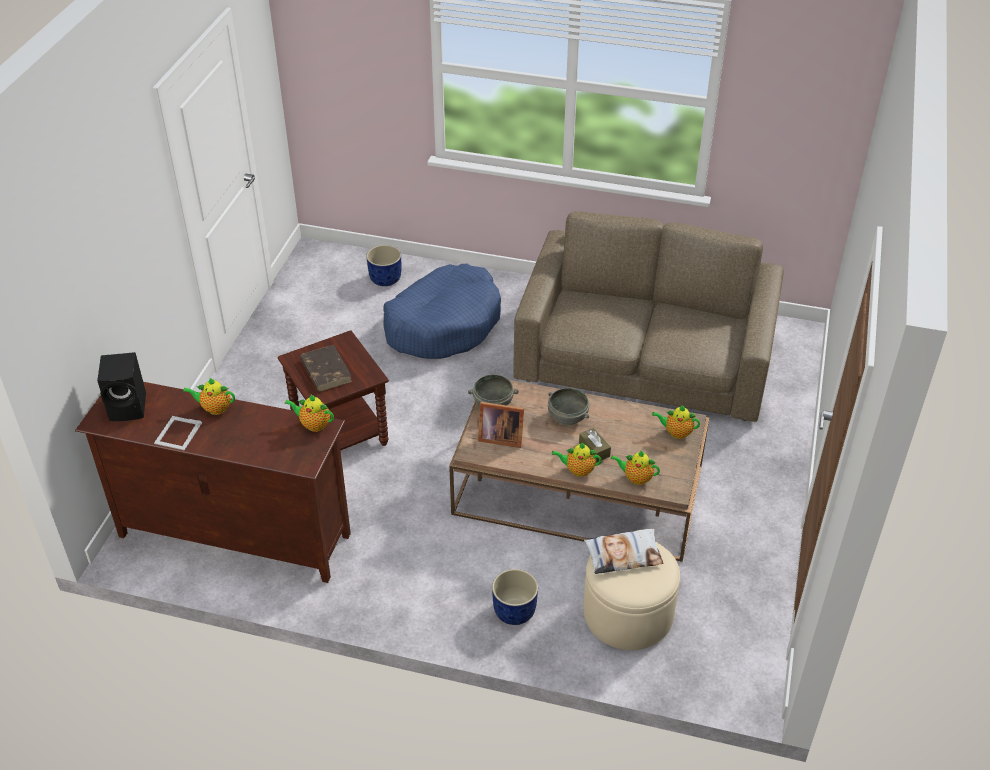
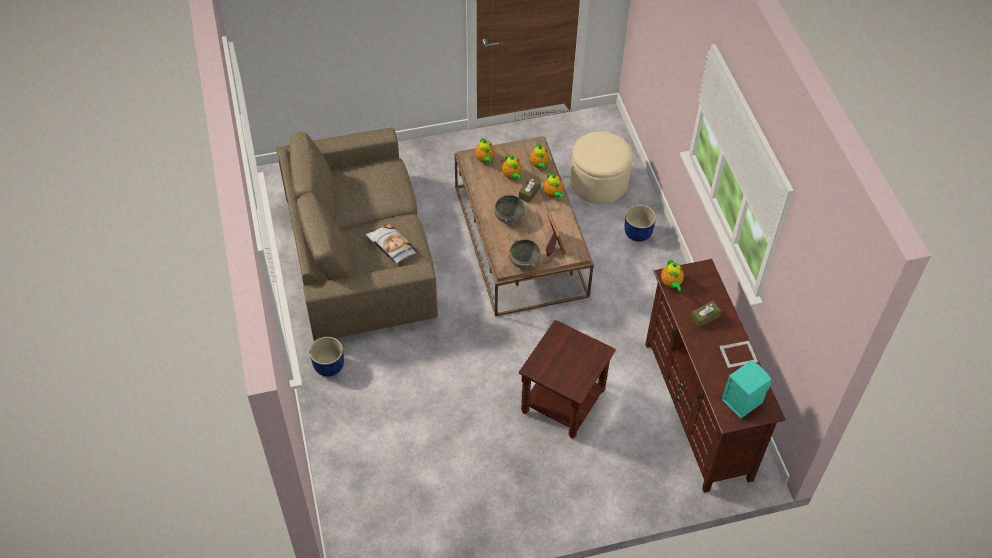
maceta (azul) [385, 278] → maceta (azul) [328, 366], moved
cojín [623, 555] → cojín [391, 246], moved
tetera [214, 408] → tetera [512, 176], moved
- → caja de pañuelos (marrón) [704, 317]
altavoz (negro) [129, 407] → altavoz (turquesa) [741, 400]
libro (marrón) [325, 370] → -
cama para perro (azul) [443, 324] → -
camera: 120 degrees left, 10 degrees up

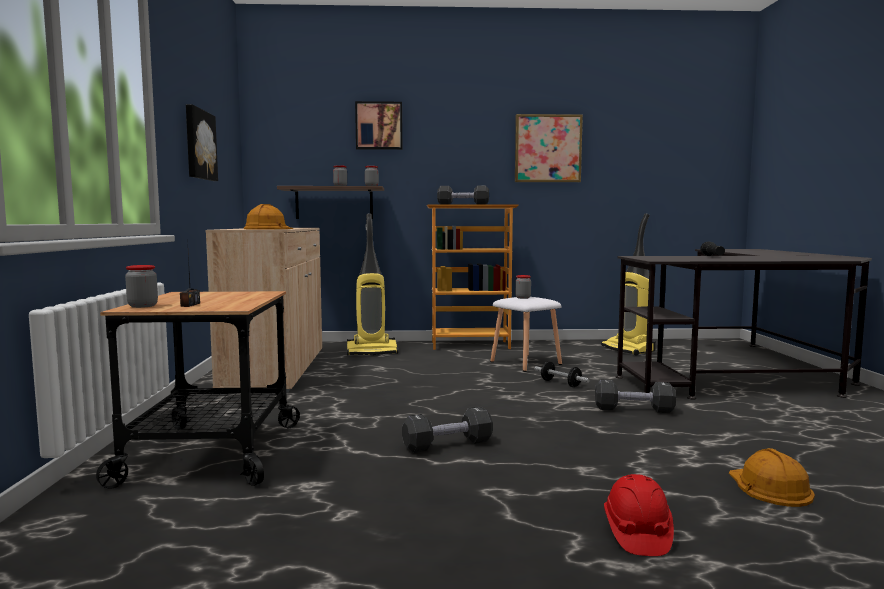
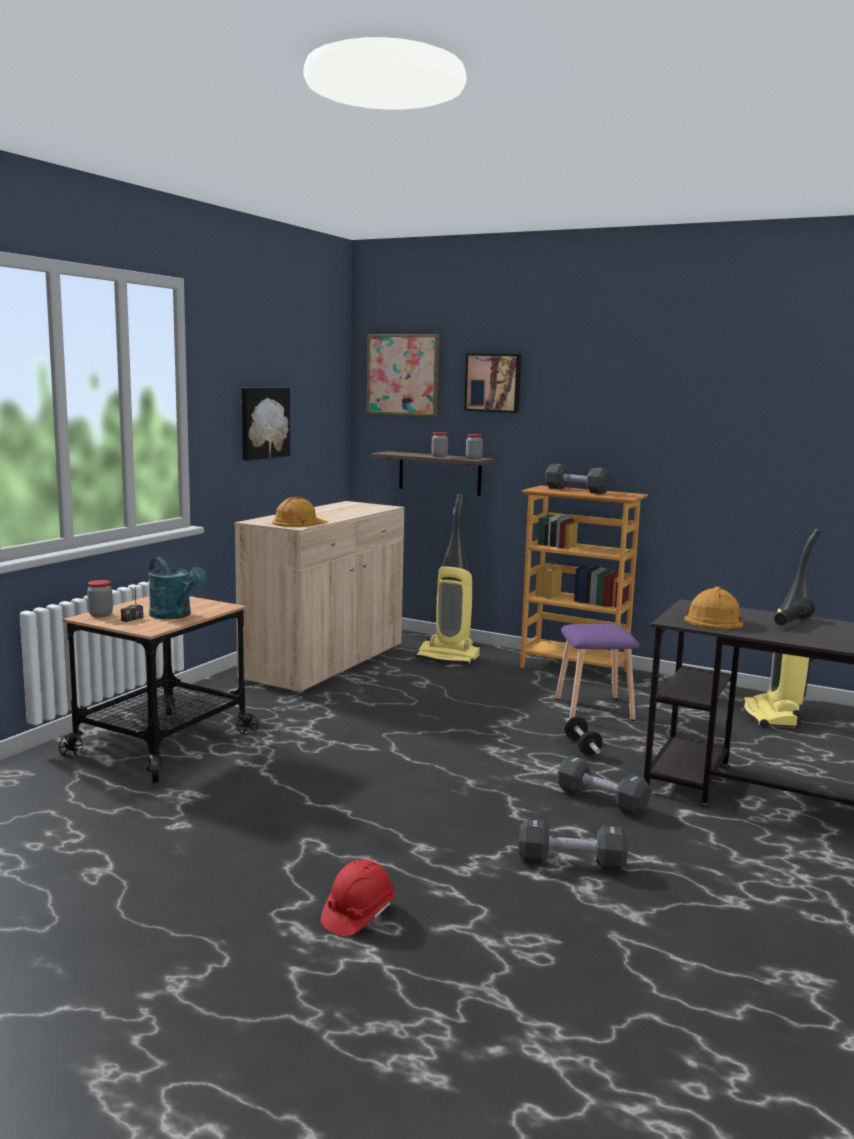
- → regadera (turquesa) [175, 615]
cuadro [547, 148] → cuadro [403, 375], moved
mancuerna (negro) [447, 445] → mancuerna (negro) [571, 862], moved
taburete (blanco) [524, 363] → taburete (morado) [593, 708]
casco (naranja) [769, 487] → casco (naranja) [714, 619], moved
tarro [523, 298] → -
camera: 30 degrees right, 5 degrees up

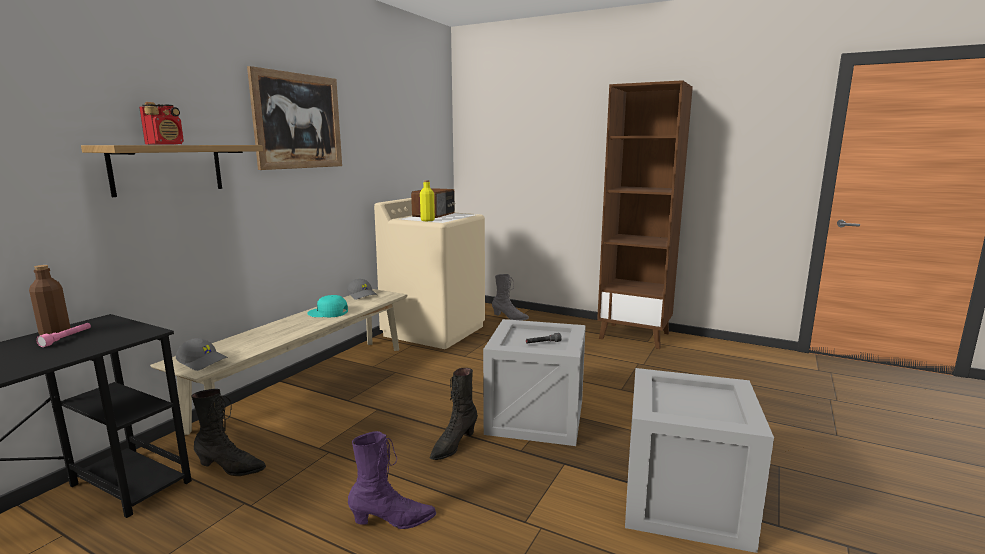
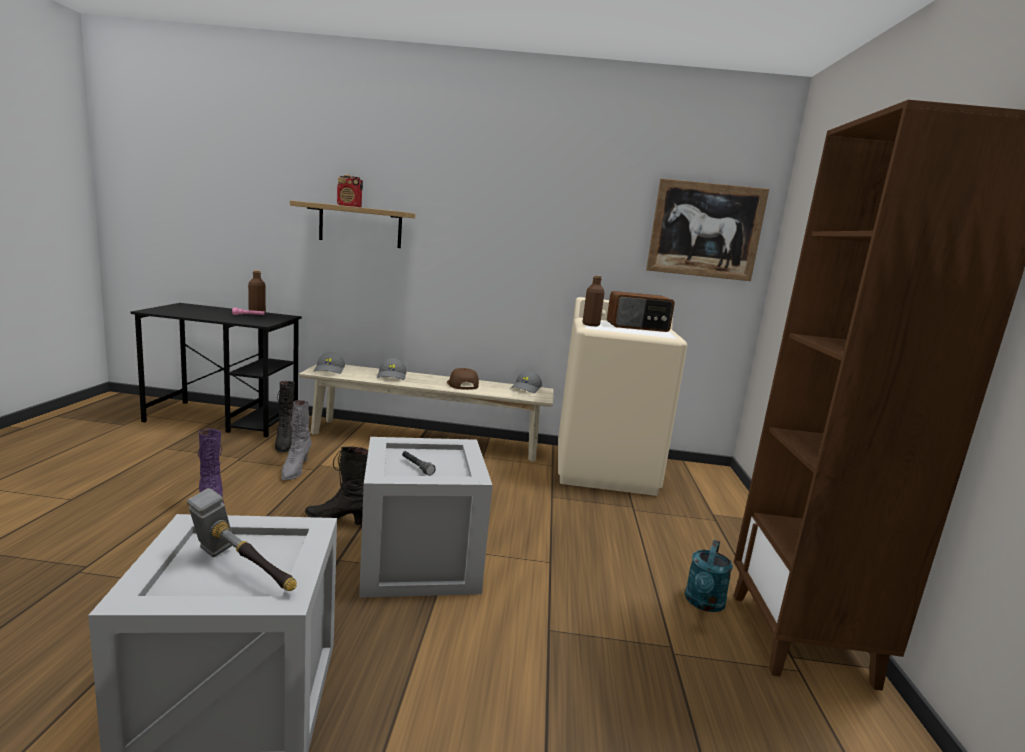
- → martillo [242, 573]
bota (gris) [510, 317] → bota (gris) [295, 470], moved
- → gorra (gris) [392, 376]
gorra (turquesa) [328, 313] → gorra (marrón) [461, 384]
botella (amarillo) [427, 220] → botella (marrón) [591, 325]
cuadro [298, 121] → cuadro [705, 230], moved
- → regadera (turquesa) [703, 603]
camera: 65 degrees right, 0 degrees up

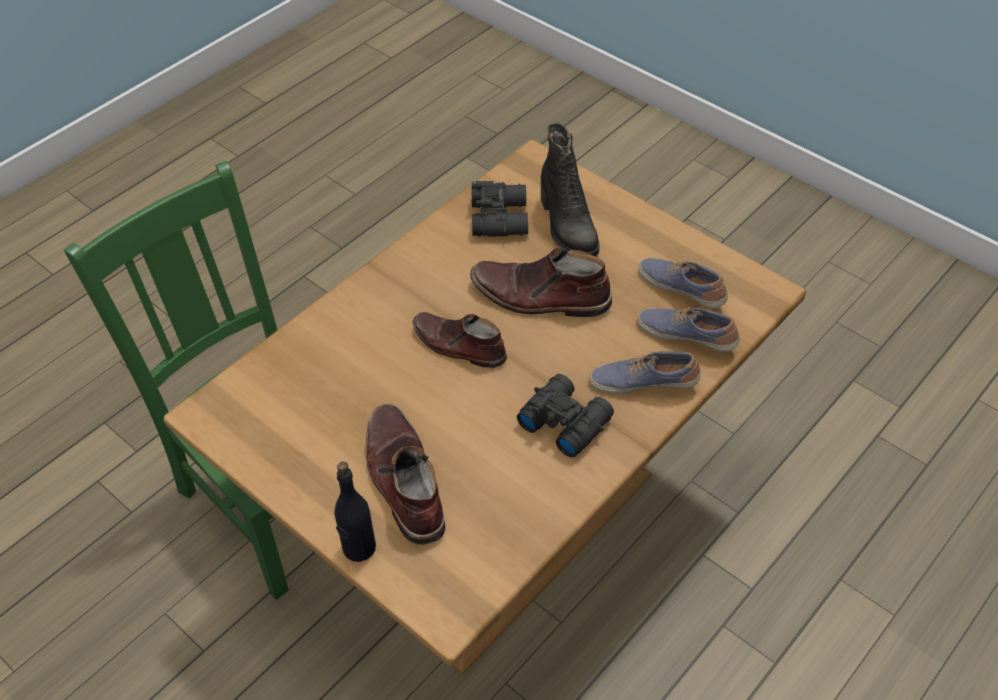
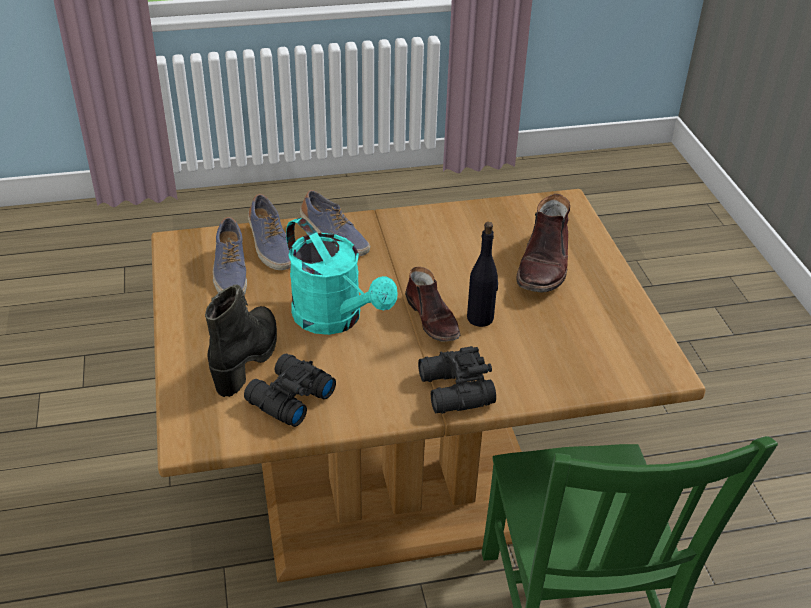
bota (marrón) [539, 297] → regadera (turquesa) [335, 319]
prismáticos (negro) [564, 420] → prismáticos (negro) [454, 391], moved
botella (negro) [358, 548] → botella (negro) [480, 318], moved
camera: 145 degrees left, 10 degrees down

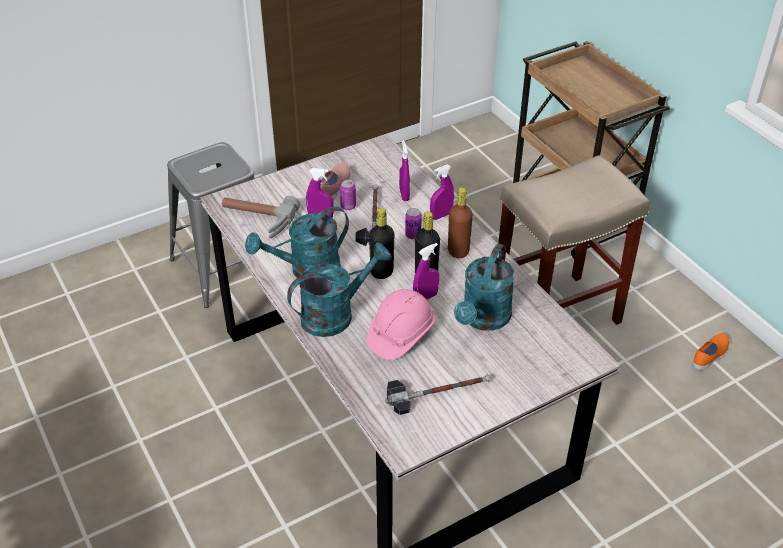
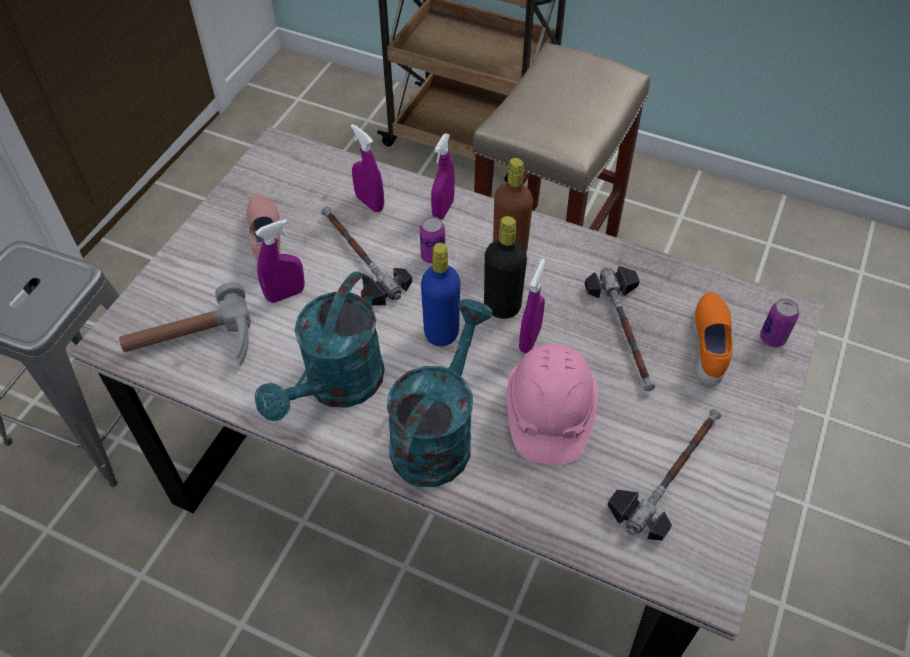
botella (negro) [382, 272] → botella (azul) [441, 333]
regadera (turquesa) [483, 320] → martillo [627, 331]
zapato (naranja) [710, 357] → zapato (naranja) [710, 346], moved
lata [348, 206] → lata [772, 338], moved
camera: 35 degrees left, 10 degrees up

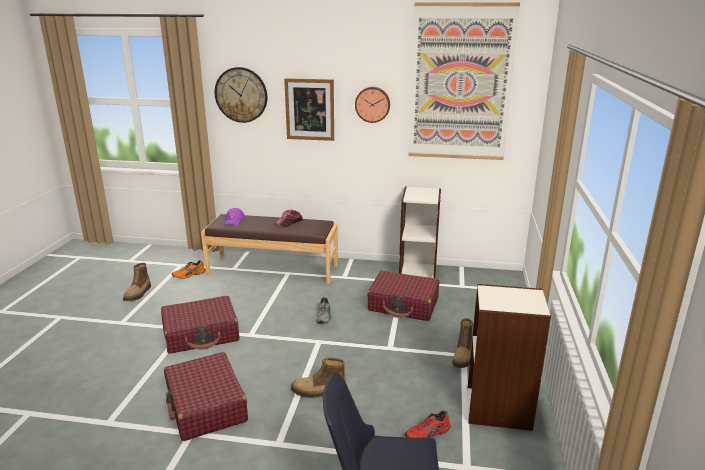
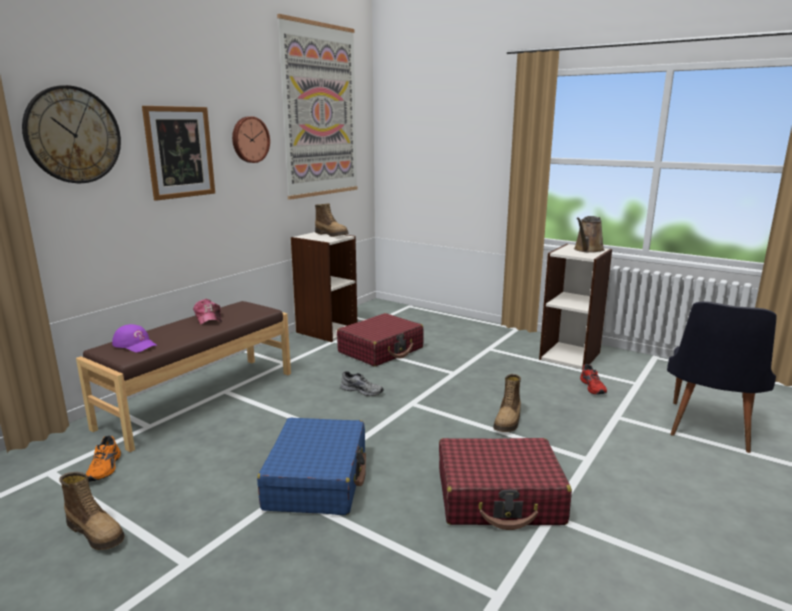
maleta (rojo) [201, 334] → maleta (azul) [317, 479]
bota [463, 357] → bota [332, 235], moved
- → regadera (marrón) [587, 250]
camera: 65 degrees left, 5 degrees down

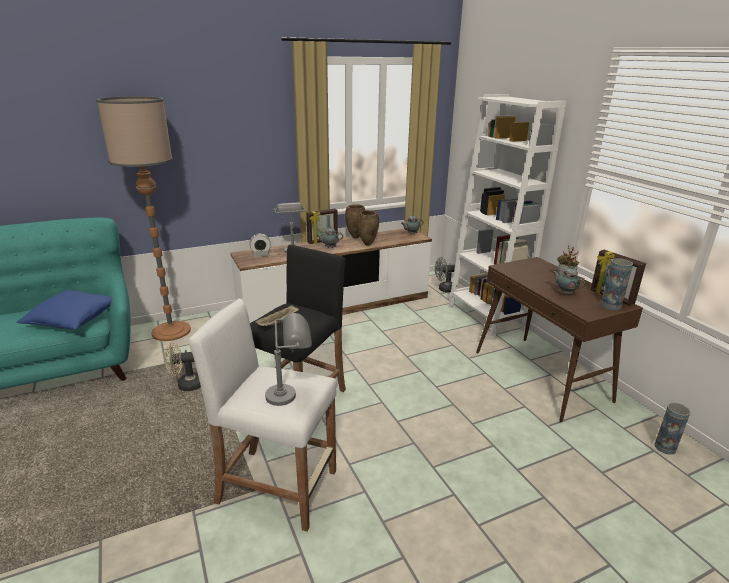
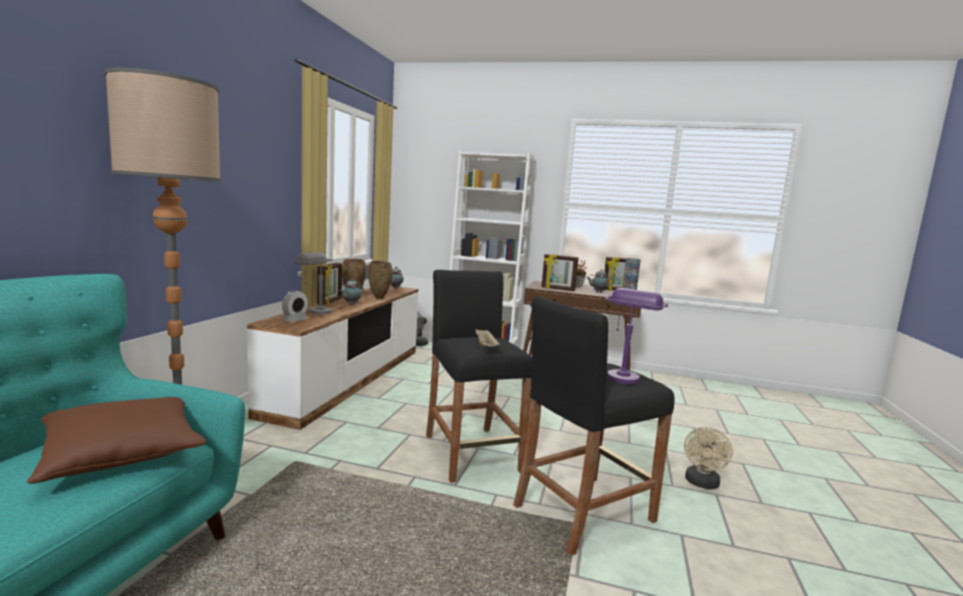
cojín (azul) [74, 320] → cojín (marrón) [123, 453]
taburete (blanco) [277, 486] → taburete (negro) [583, 512]
- → portarretratos [558, 289]
lámpara de mesa (gris) [291, 394] → lámpara de mesa (morado) [624, 375]
ventilador (beis) [186, 385] → ventilador (beis) [702, 484], moved
florero [665, 447] → -
camera: 50 degrees left, 15 degrees down

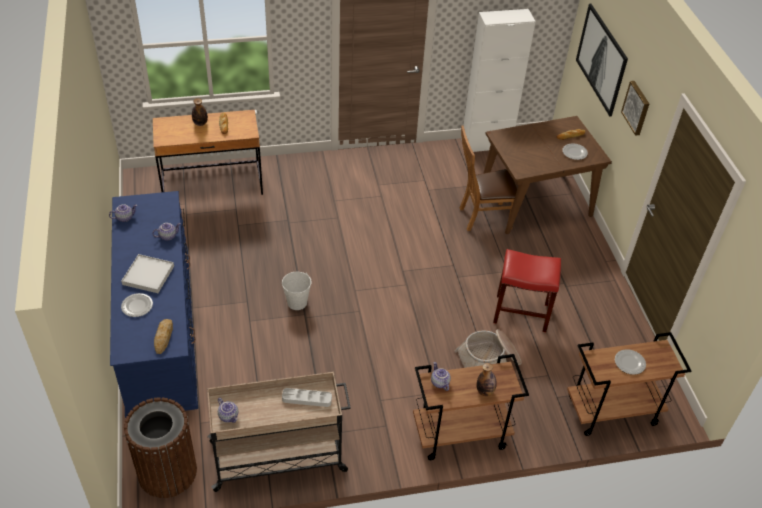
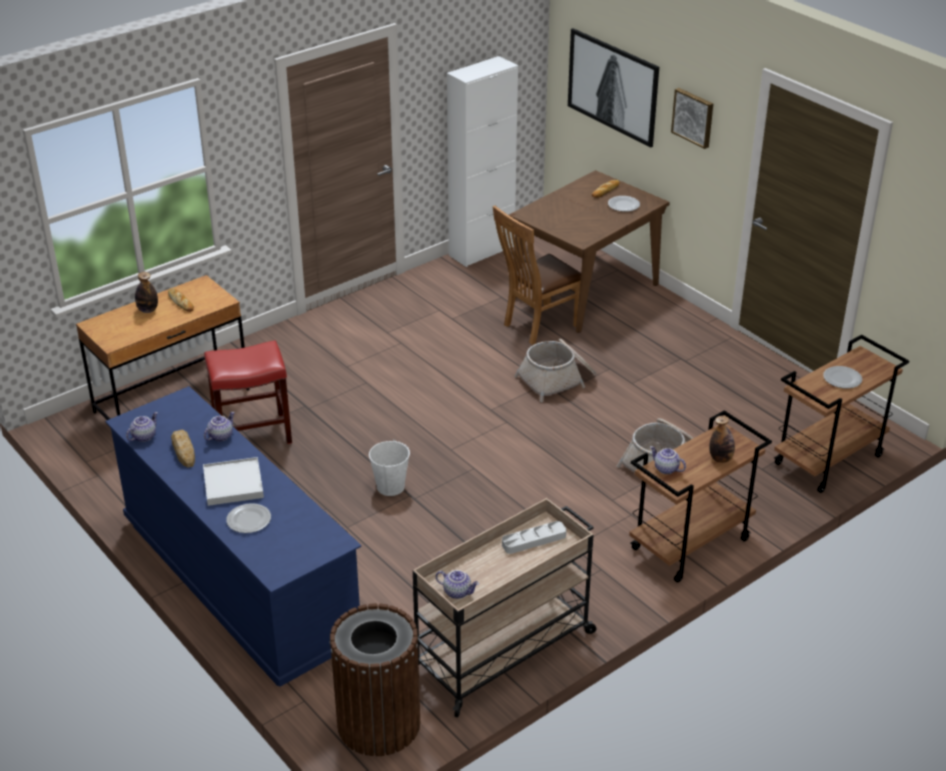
pan [163, 337] → pan [183, 451], moved
taburete (rojo) [520, 313] → taburete (rojo) [251, 434], moved
- → cesta [557, 379]
camera: 25 degrees left, 10 degrees down

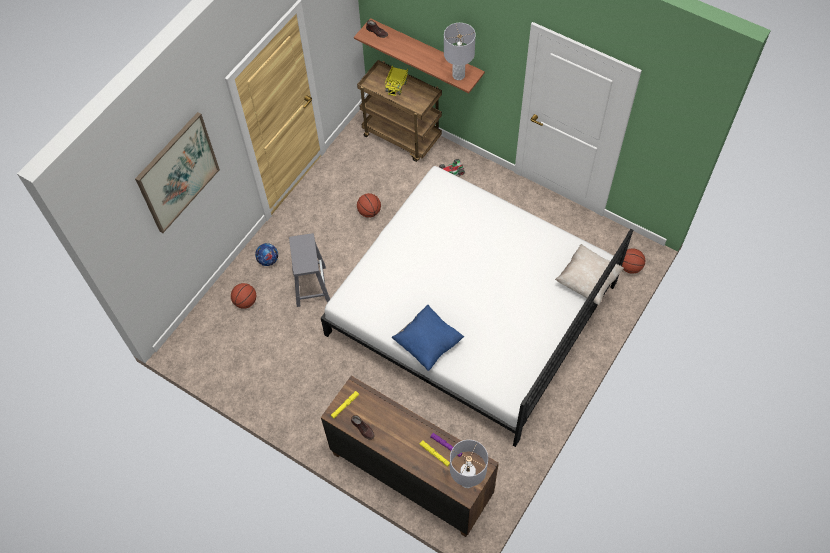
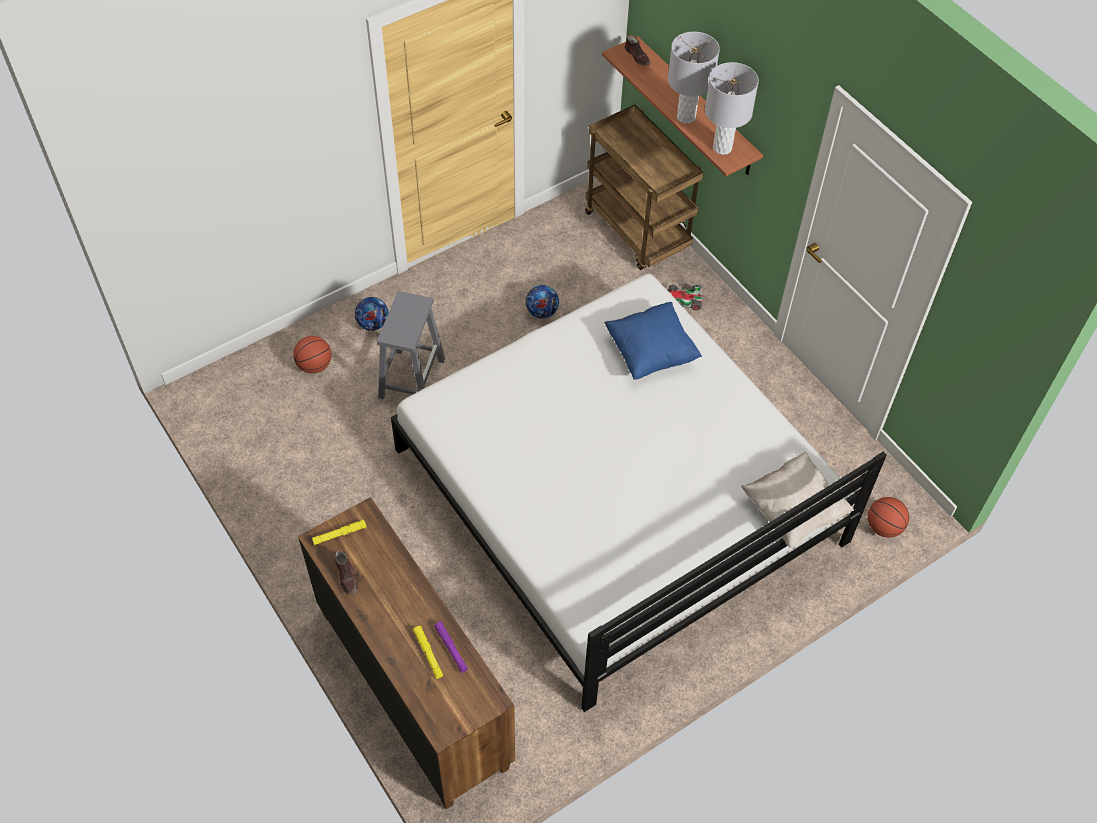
balón de baloncesto [369, 212] → balón de fútbol [542, 312]
cojín (azul) [428, 343] → cojín (azul) [651, 353], moved
lámpara de mesa (gris) [467, 481] → lámpara de mesa (gris) [686, 117], moved
cuadro [178, 173] → -
camión de juguete [396, 85] → -
camera: 20 degrees right, 5 degrees down

